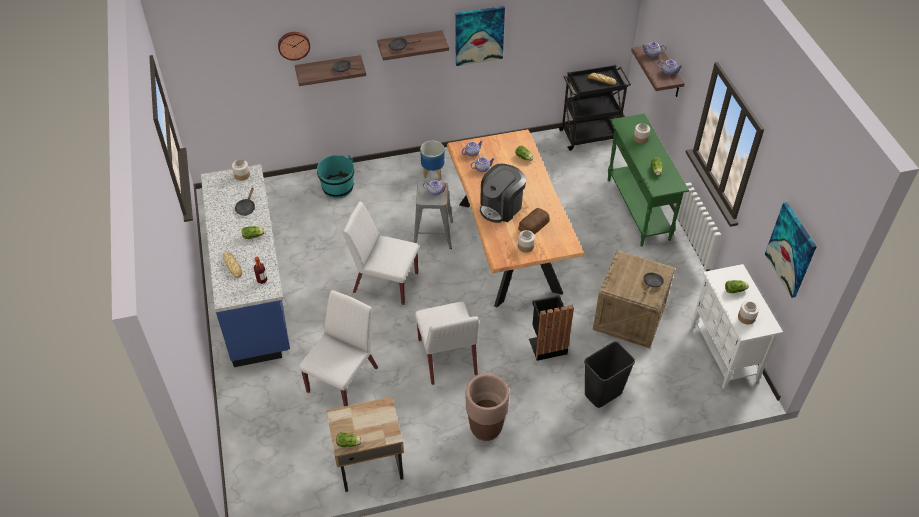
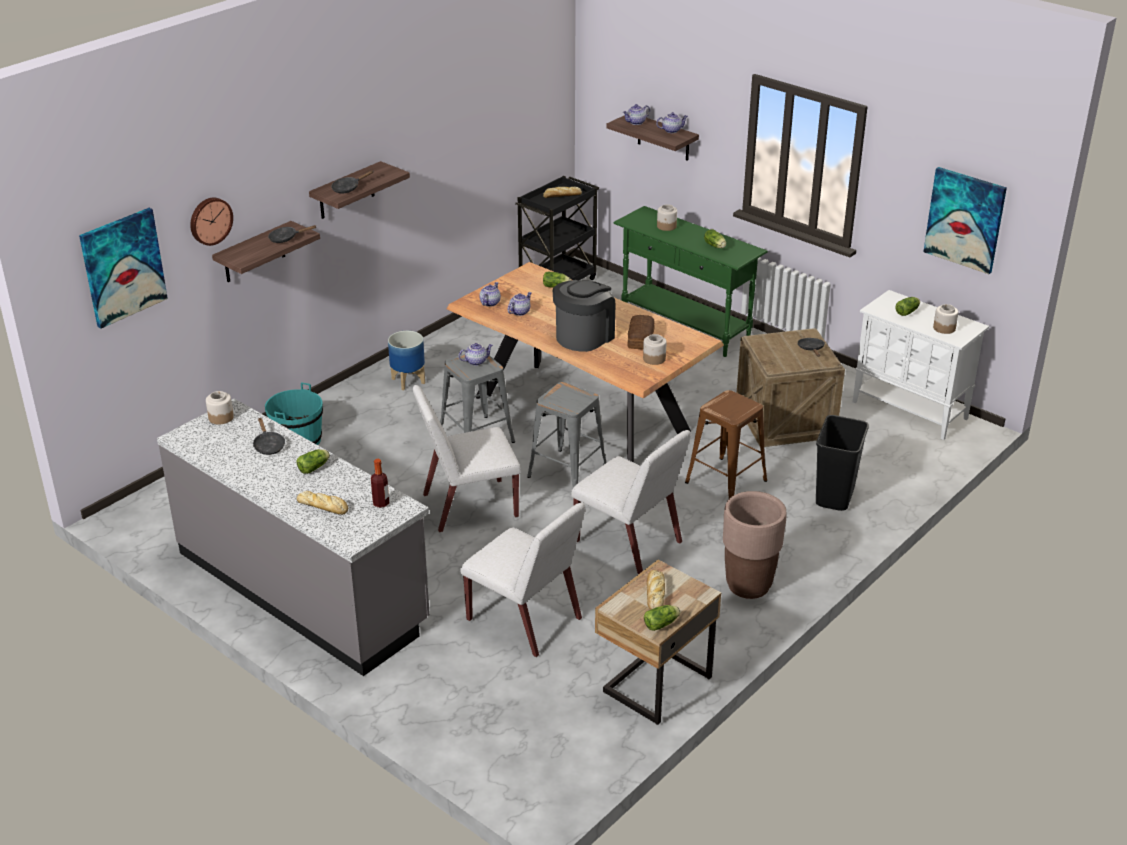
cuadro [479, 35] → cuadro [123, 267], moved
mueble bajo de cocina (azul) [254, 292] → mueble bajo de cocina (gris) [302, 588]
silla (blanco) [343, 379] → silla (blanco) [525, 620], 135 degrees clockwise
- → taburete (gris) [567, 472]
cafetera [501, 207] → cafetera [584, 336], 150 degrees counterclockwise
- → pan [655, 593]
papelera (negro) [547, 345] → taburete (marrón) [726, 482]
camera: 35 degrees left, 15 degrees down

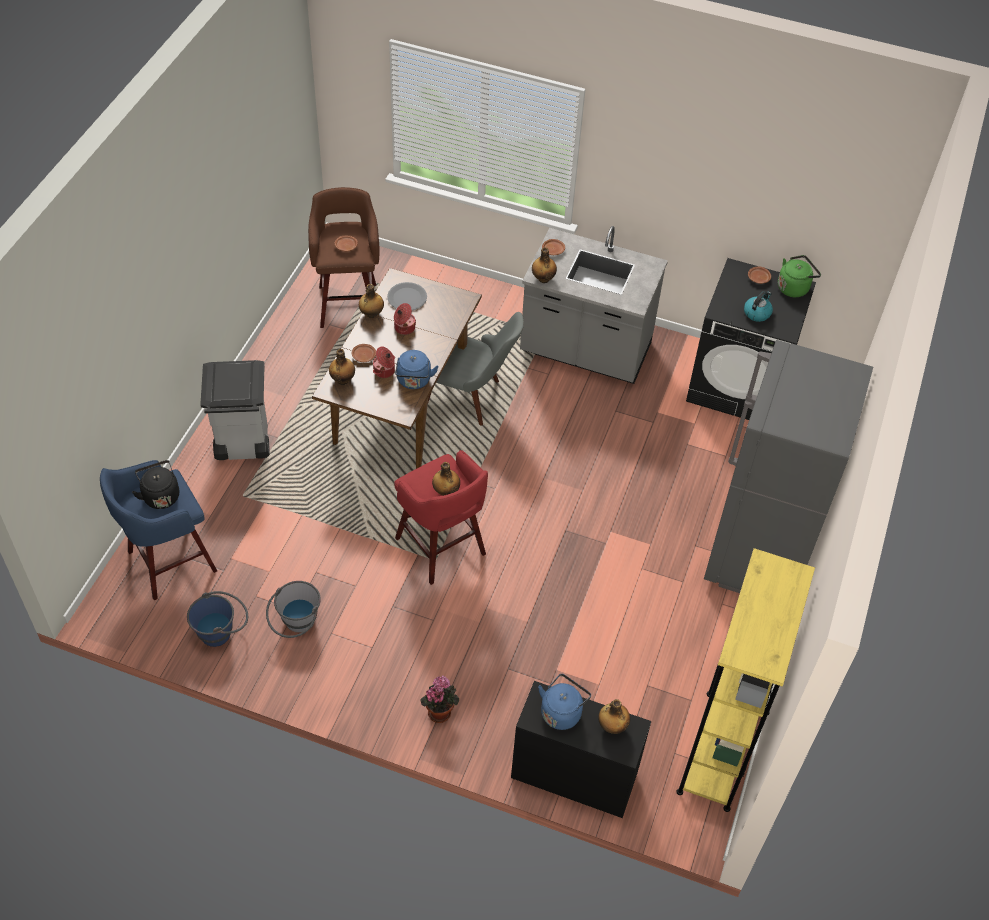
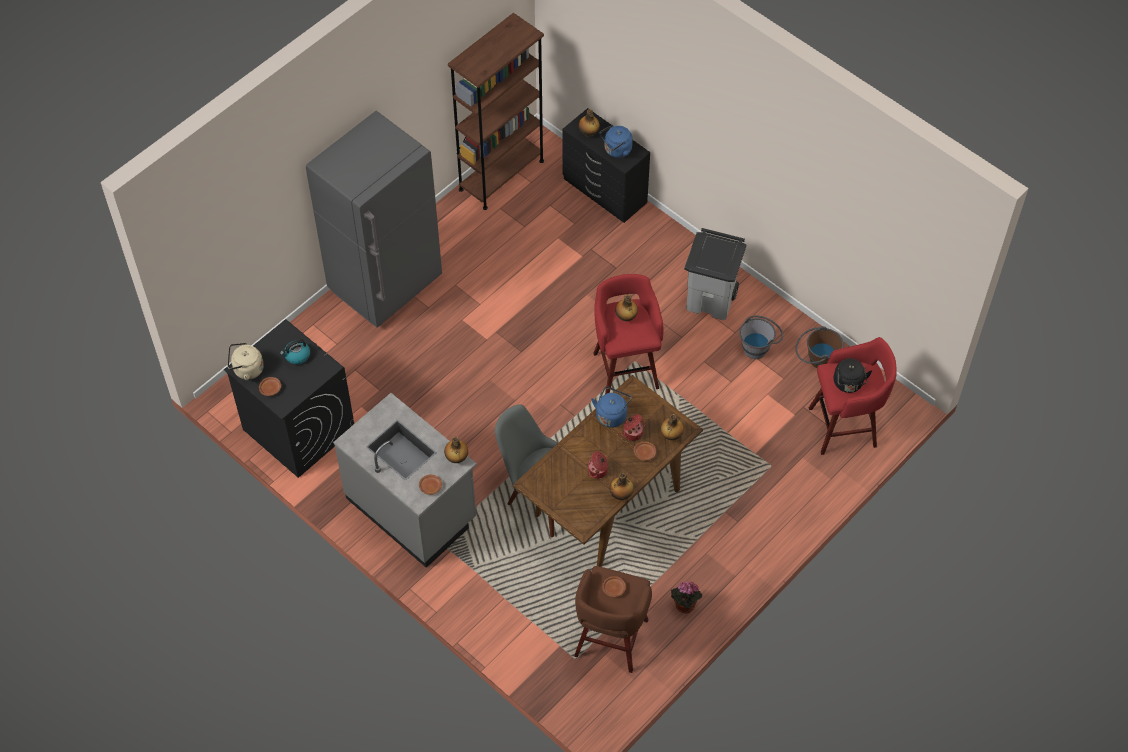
hervidor (verde) [794, 287] → hervidor (beis) [246, 369]
estantería (amarillo) [718, 749] → estantería (marrón) [501, 175]
planta en maceta [440, 711] → planta en maceta [683, 606], moved
papelera (gris) [242, 444] → papelera (gris) [711, 300], moved
cubo (azul) [222, 631] → cubo (marrón) [816, 360]
taburete (azul) [169, 562] → taburete (rojo) [845, 427]
plato (gris) [407, 298] → -
camera: 155 degrees left, 5 degrees up

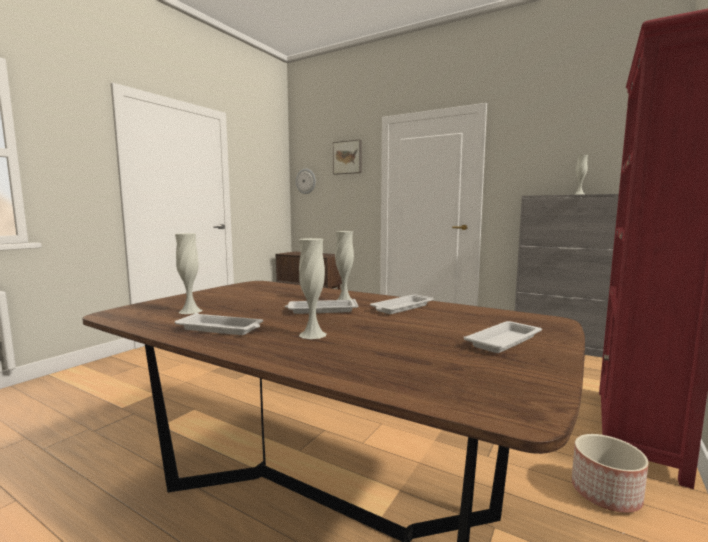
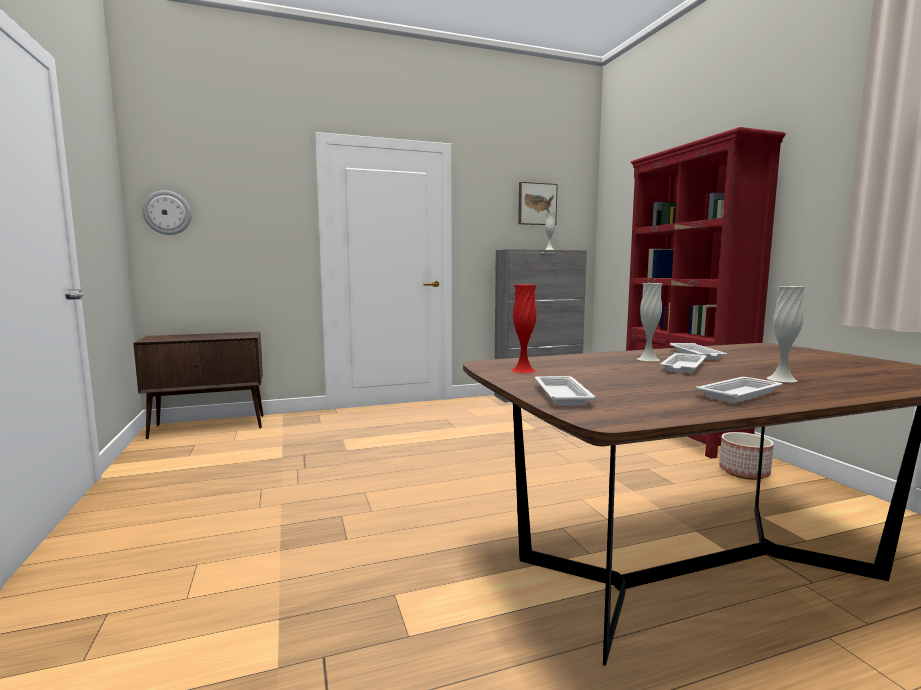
- → florero (rojo) [523, 370]
cuadro [348, 157] → cuadro [536, 204], moved
bandeja (blanco) [504, 341] → bandeja (blanco) [561, 395], moved
florero (blanco) [190, 311] → -
camera: 50 degrees left, 0 degrees up

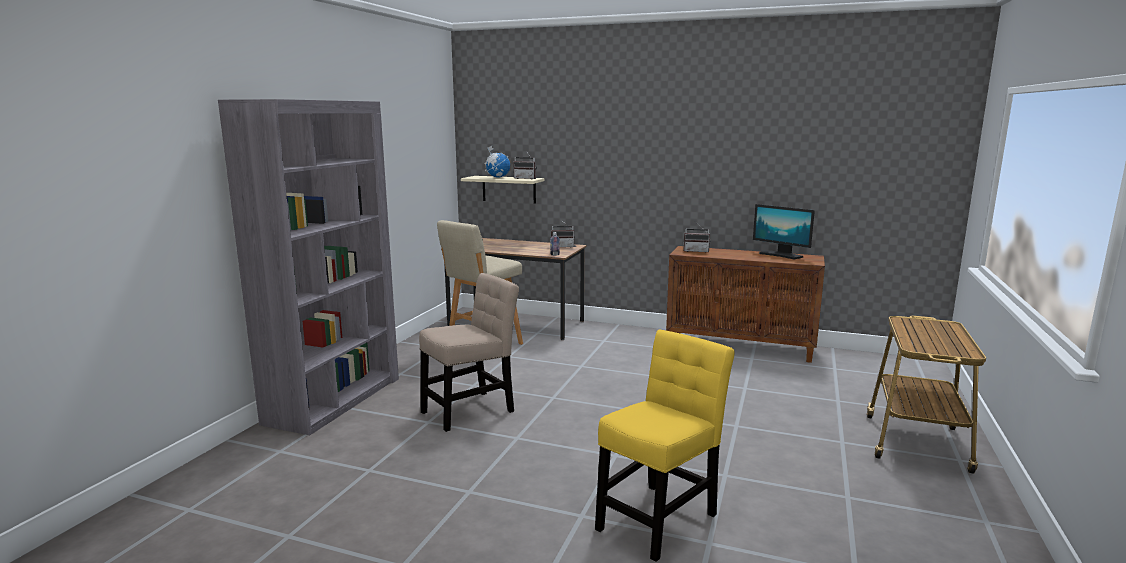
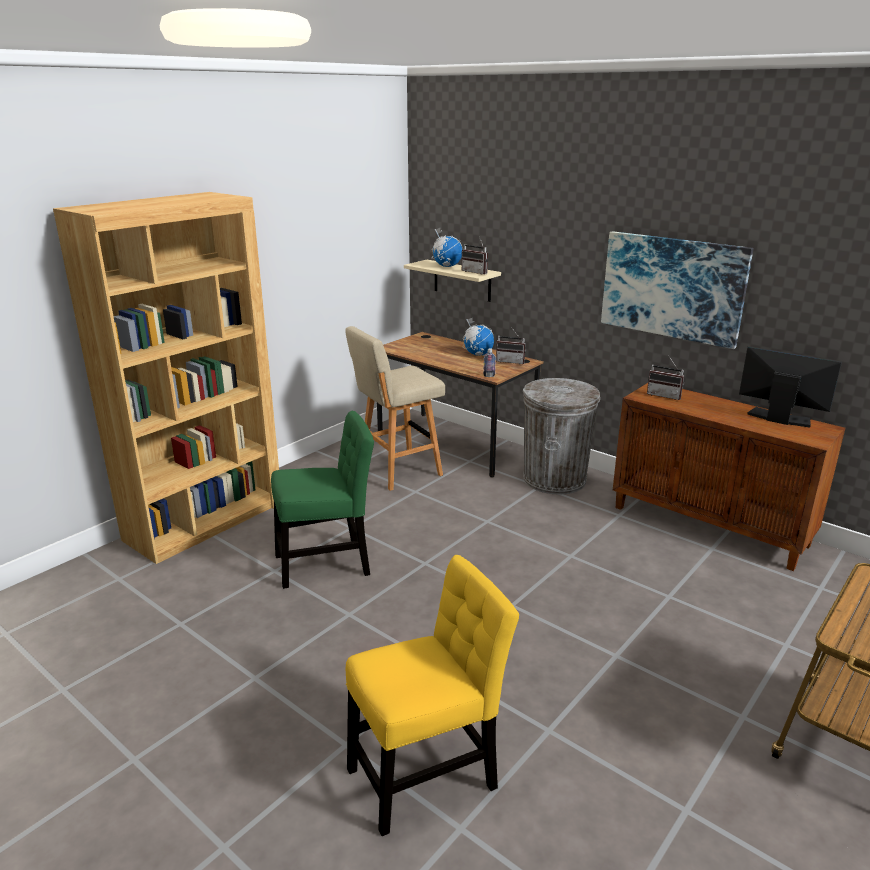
estantería (gris) [334, 400] → estantería (marrón) [205, 521]
silla (beis) [471, 410] → silla (verde) [327, 563]
- → globo terráqueo [477, 354]
- → papelera (gris) [554, 479]
- → cuadro [672, 287]
monitor [780, 255] → monitor [779, 418], 150 degrees clockwise
camera: 20 degrees right, 10 degrees up

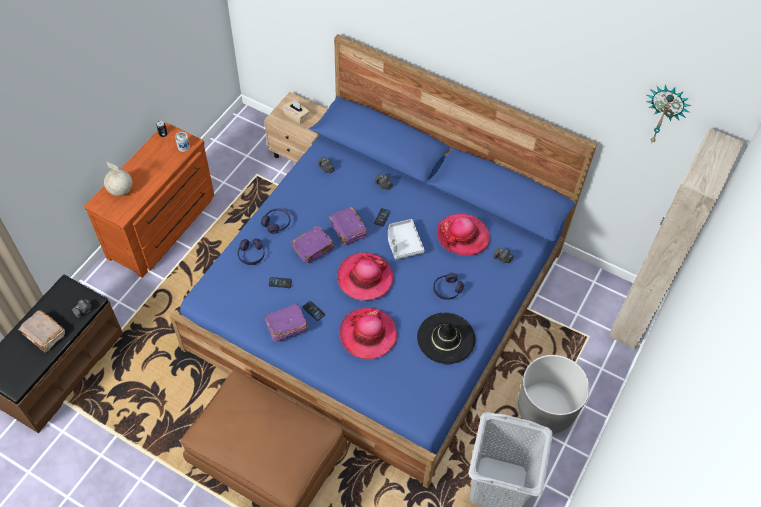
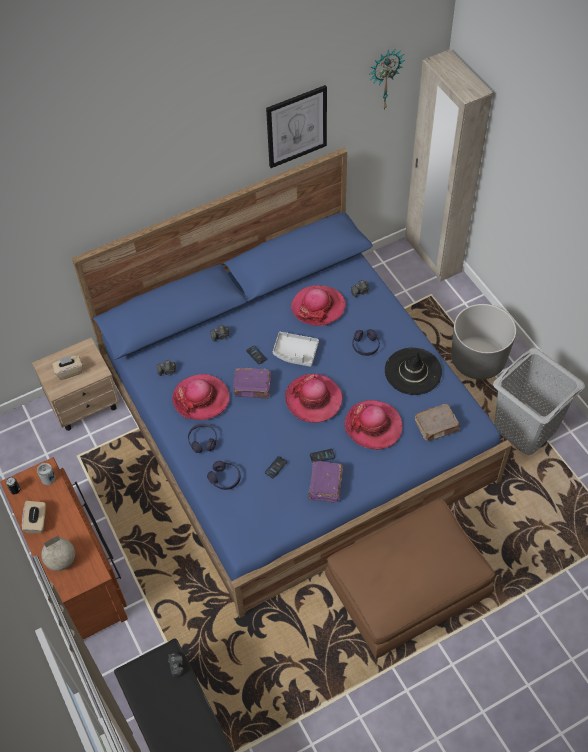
- → caja de pañuelos (beis) [37, 522]
- → sombrero [201, 399]
- → cuadro [296, 126]
libro (marrón) [44, 335] → libro (marrón) [437, 426], moved
libro (morado) [314, 248] → -
camera: 55 degrees left, 0 degrees up

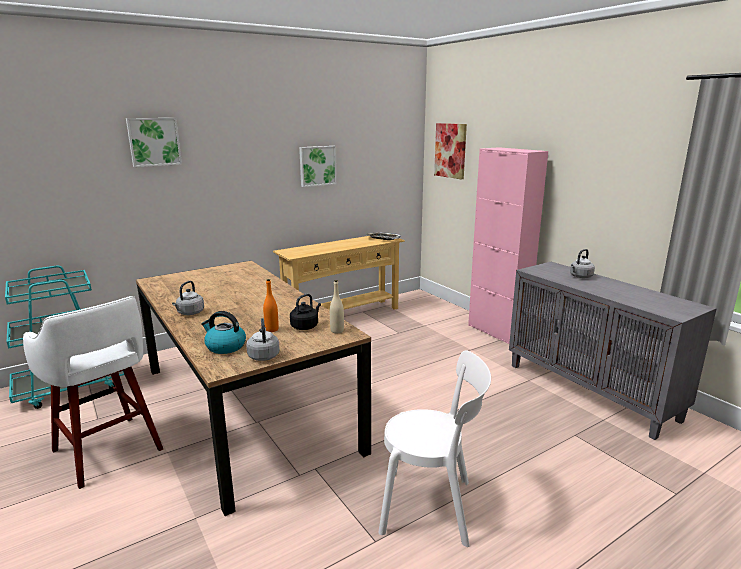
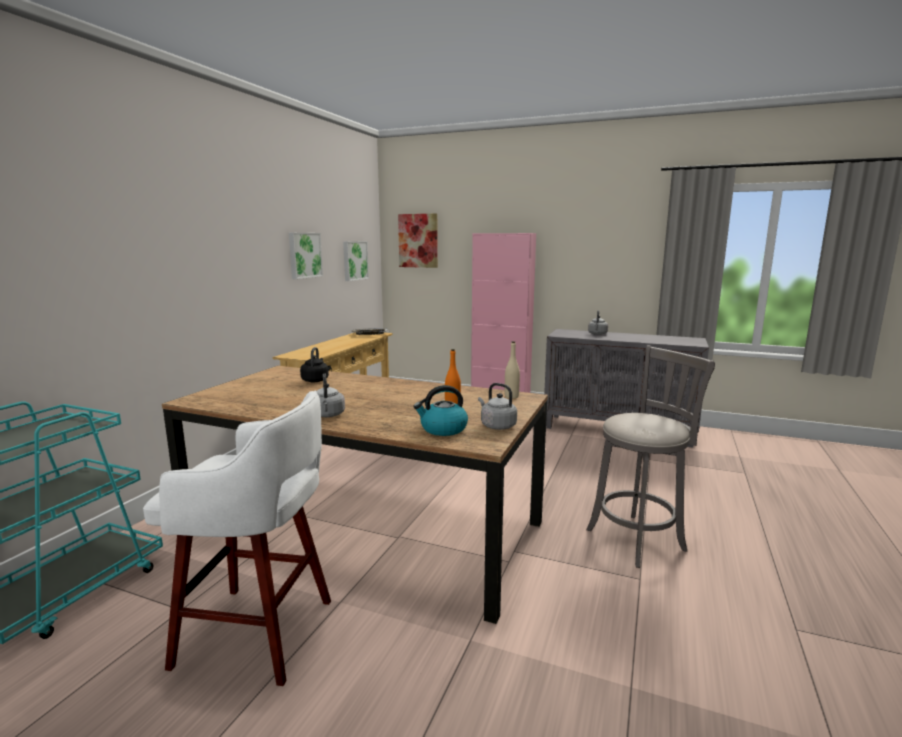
hervidor (negro) [305, 326] → hervidor (negro) [315, 380], moved
cuadro [154, 142] → cuadro [354, 260], moved
silla (blanco) [432, 507] → taburete (gris) [639, 538]
camera: 35 degrees left, 5 degrees down

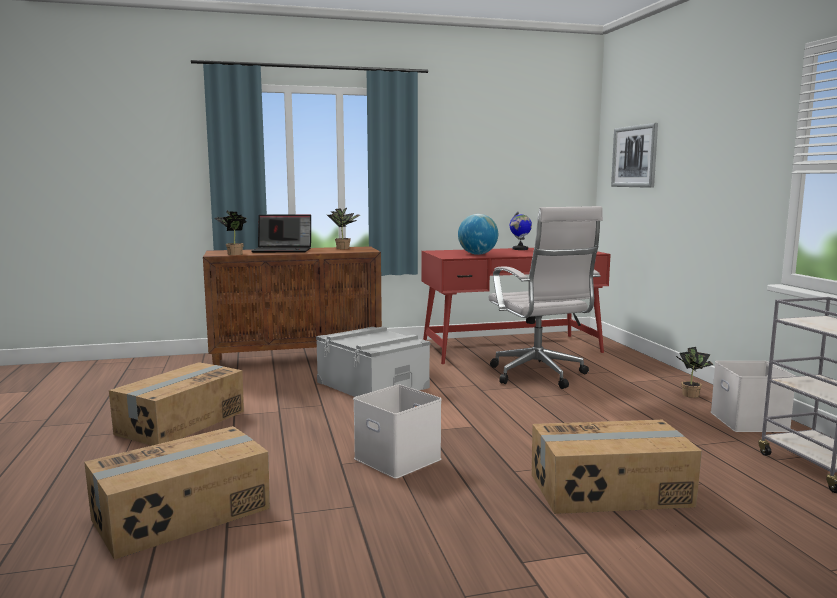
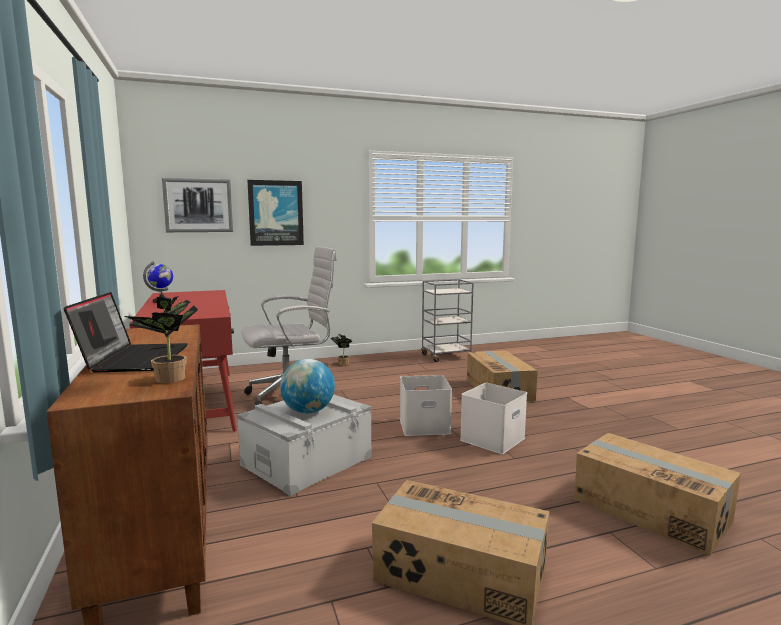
- → cuadro [276, 213]
globo terráqueo [477, 254] → globo terráqueo [308, 411], moved
caja de almacenaje (blanco) [750, 422] → caja de almacenaje (blanco) [425, 425], moved
planta en maceta [344, 248] → -
camera: 95 degrees left, 0 degrees up

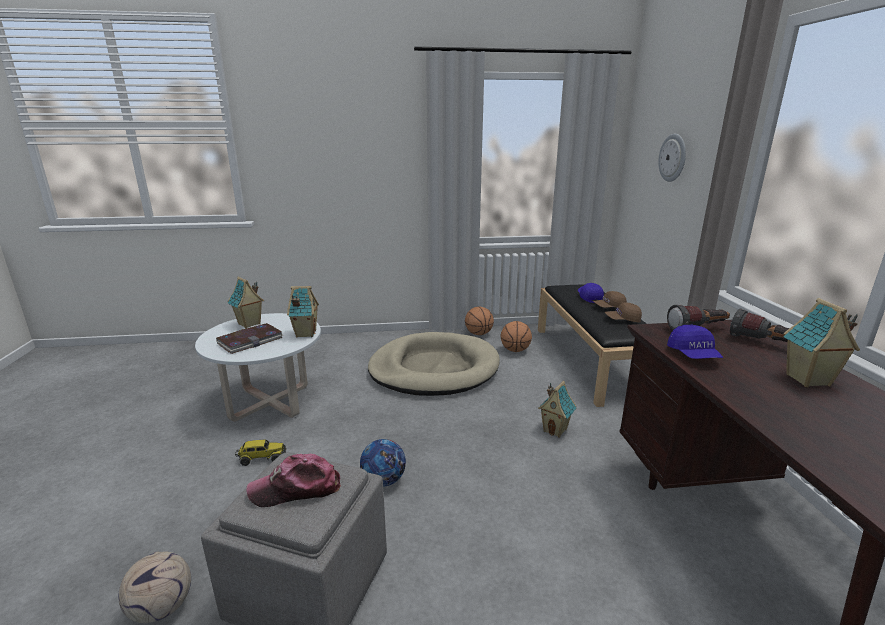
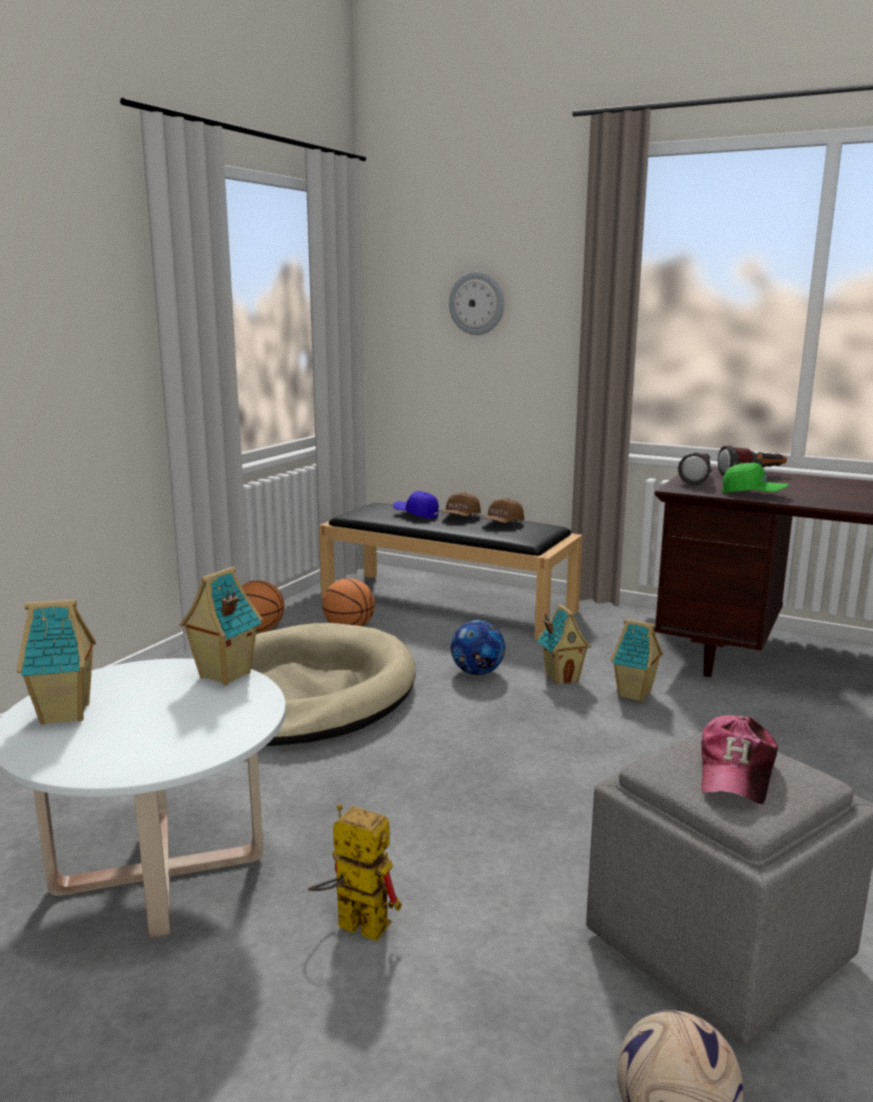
camión de juguete [262, 458] → robot de juguete [352, 925]
balón de fútbol [384, 480] → balón de fútbol [477, 672], moved
casita [808, 380] → casita [635, 695], moved
gorra (azul) [693, 355] → gorra (verde) [753, 494]
libro [250, 340] → -
camera: 55 degrees left, 5 degrees down

